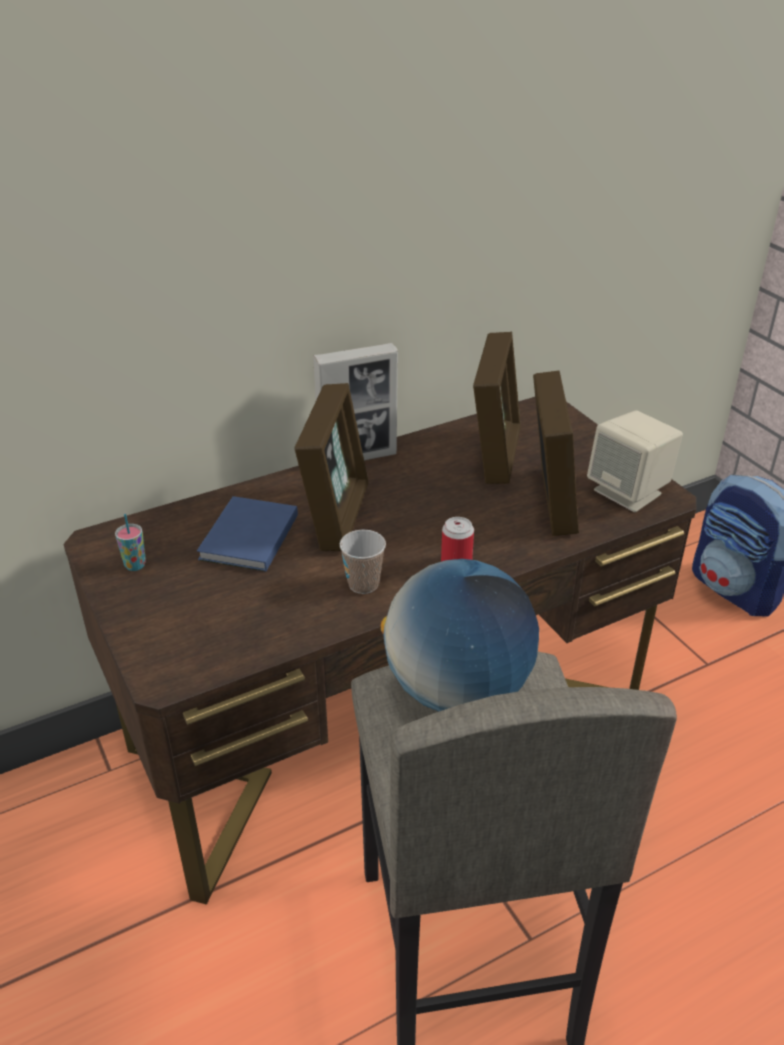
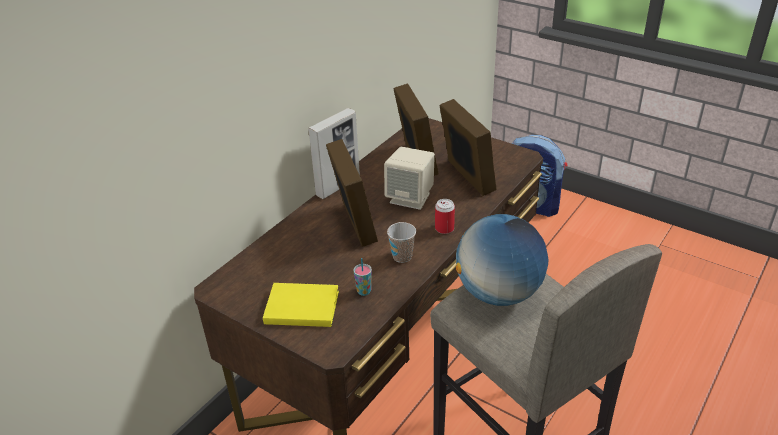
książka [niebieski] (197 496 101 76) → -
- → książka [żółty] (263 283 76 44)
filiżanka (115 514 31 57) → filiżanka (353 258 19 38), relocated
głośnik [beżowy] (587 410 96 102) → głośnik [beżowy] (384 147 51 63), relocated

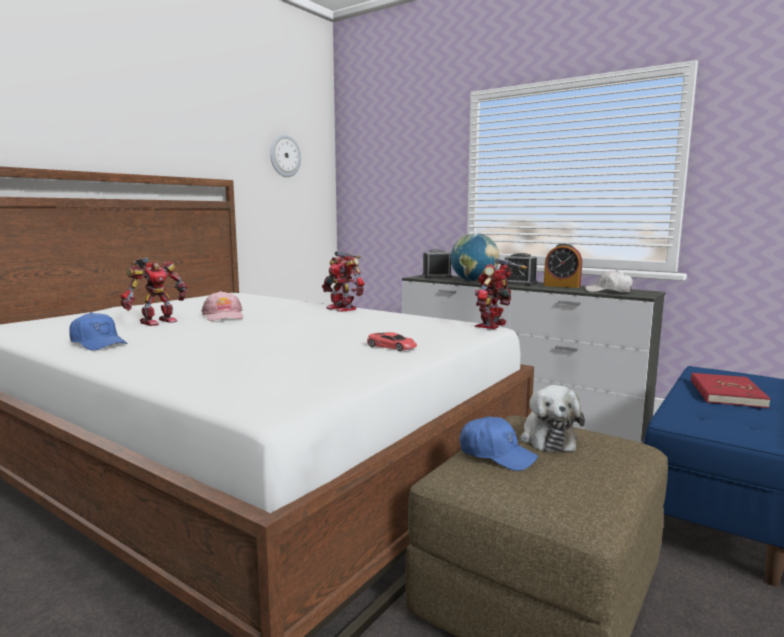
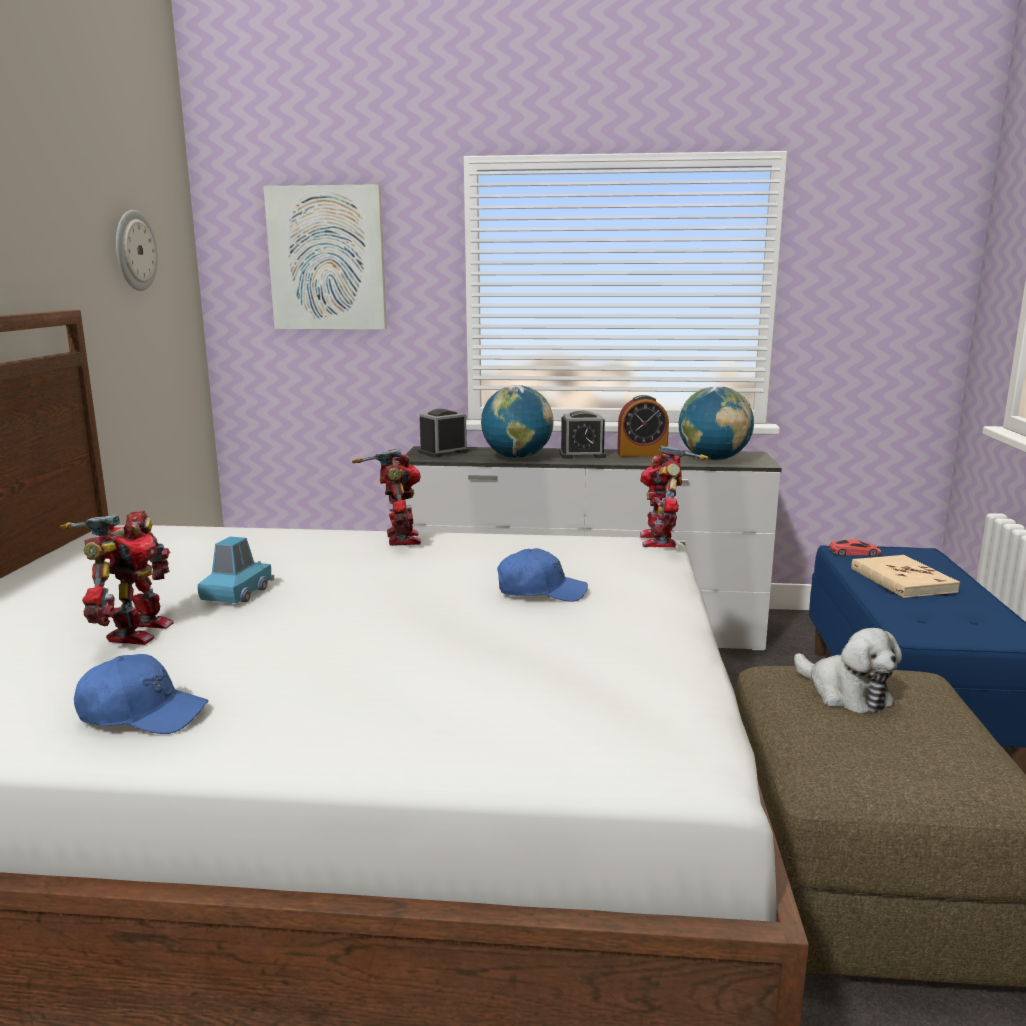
- → obraz (263 184 124 145)
samochodzik [czerwony] (367 332 50 19) → samochodzik [czerwony] (829 539 52 17), relocated
czapka z daszkiem [niebieski] (460 416 78 55) → czapka z daszkiem [niebieski] (497 548 91 54), relocated
czapka z daszkiem [różowy] (201 291 42 30) → samochodzik [niebieski] (198 537 76 66)
czapka z daszkiem [biały] (585 270 48 22) → globus (678 386 76 75)
książka [czerwony] (691 373 80 35) → książka [beżowy] (851 555 109 43)
robot zabawkowy (322 251 43 61) → robot zabawkowy (352 449 69 97), 120 degrees counterclockwise

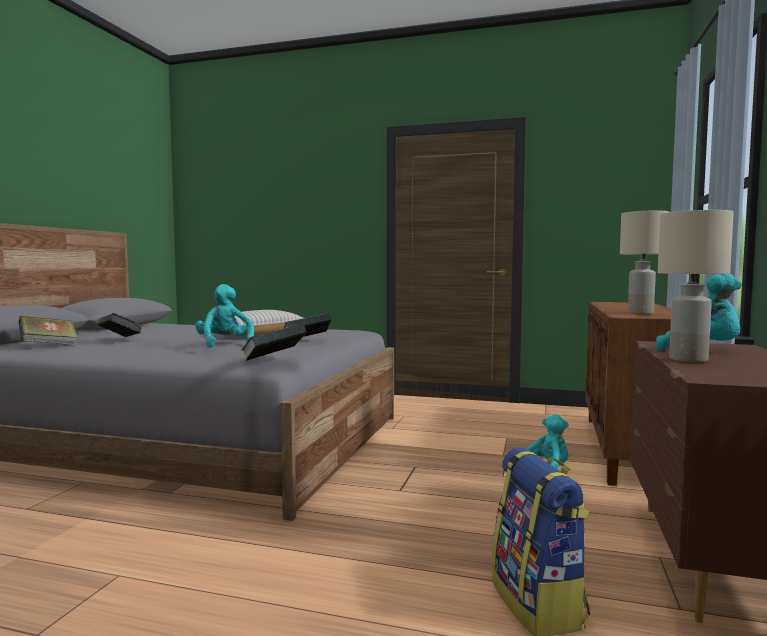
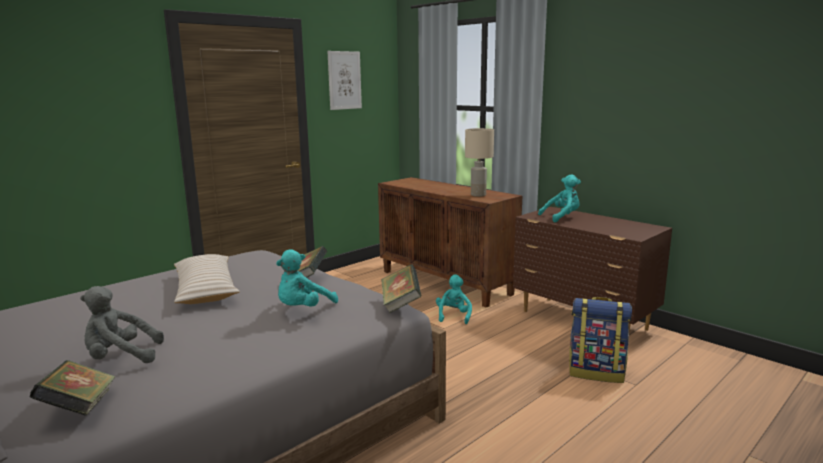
lampa stołowa [beżowy] (658 210 76 152) → -
- → obraz (327 51 35 59)
książka (97 313 47 24) → pluszak [szary] (80 286 84 77)
pluszak [turkusowy] (195 284 59 64) → pluszak [turkusowy] (276 249 62 58), 60 degrees counterclockwise

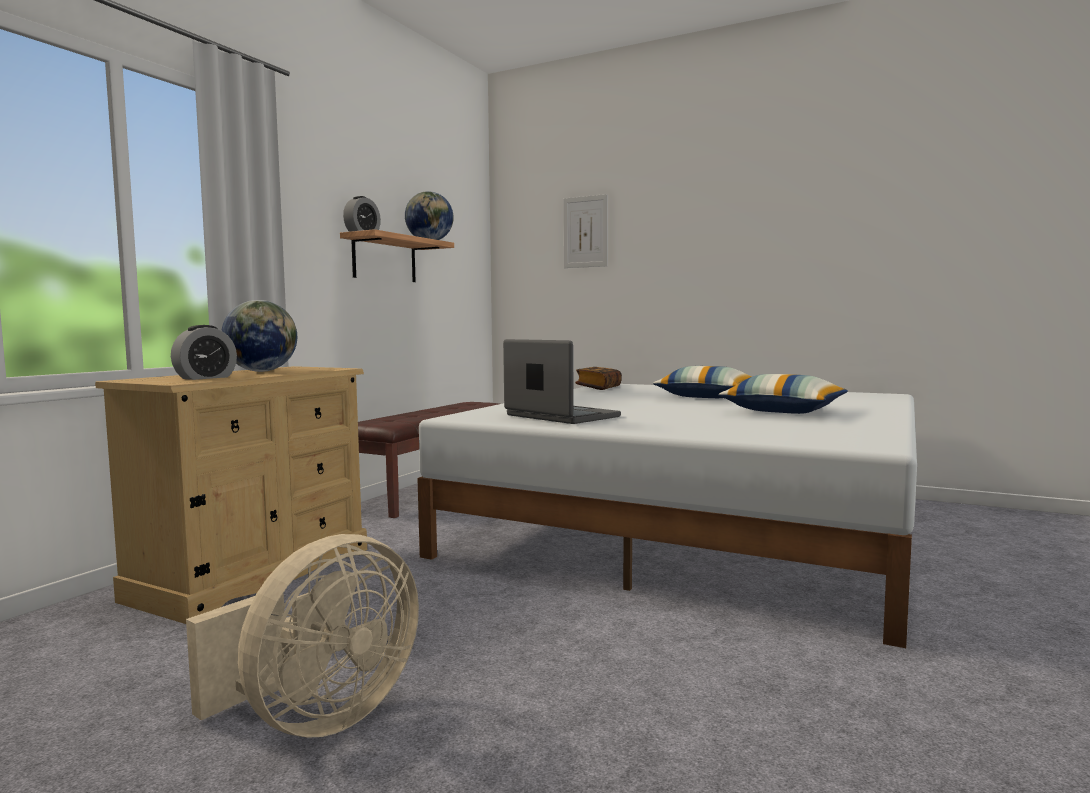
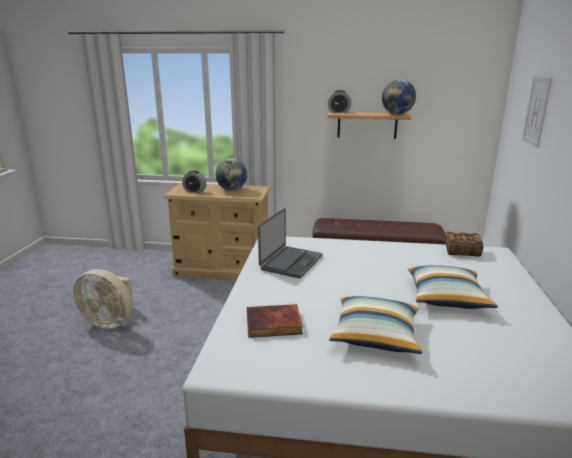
- → książka (247 304 56 34)

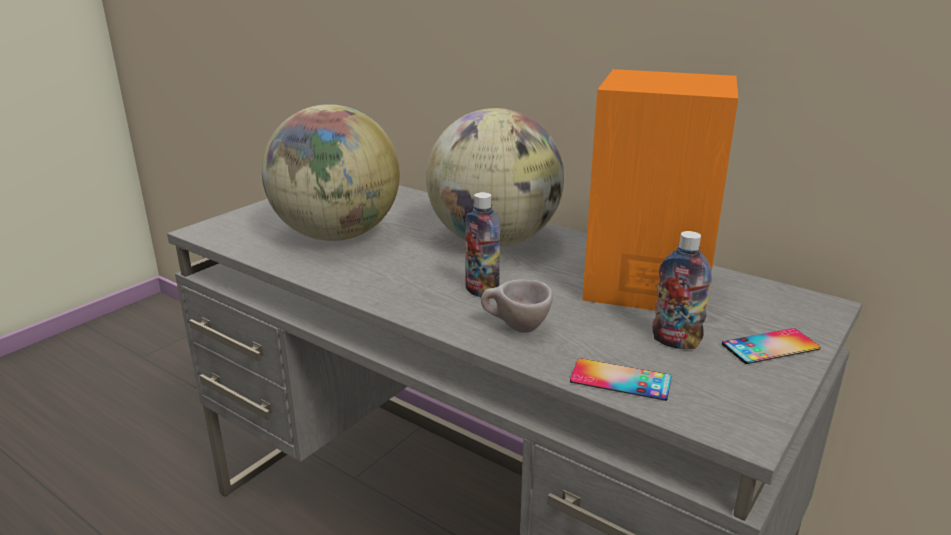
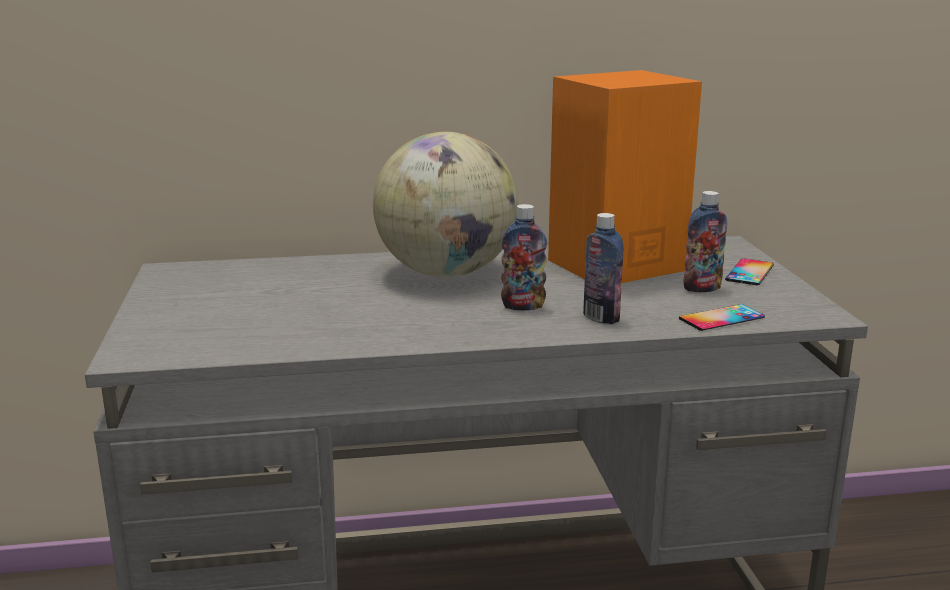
globus (262 104 138 137) → -
filiżanka [beżowy] (481 279 72 54) → butelka (583 213 41 111)

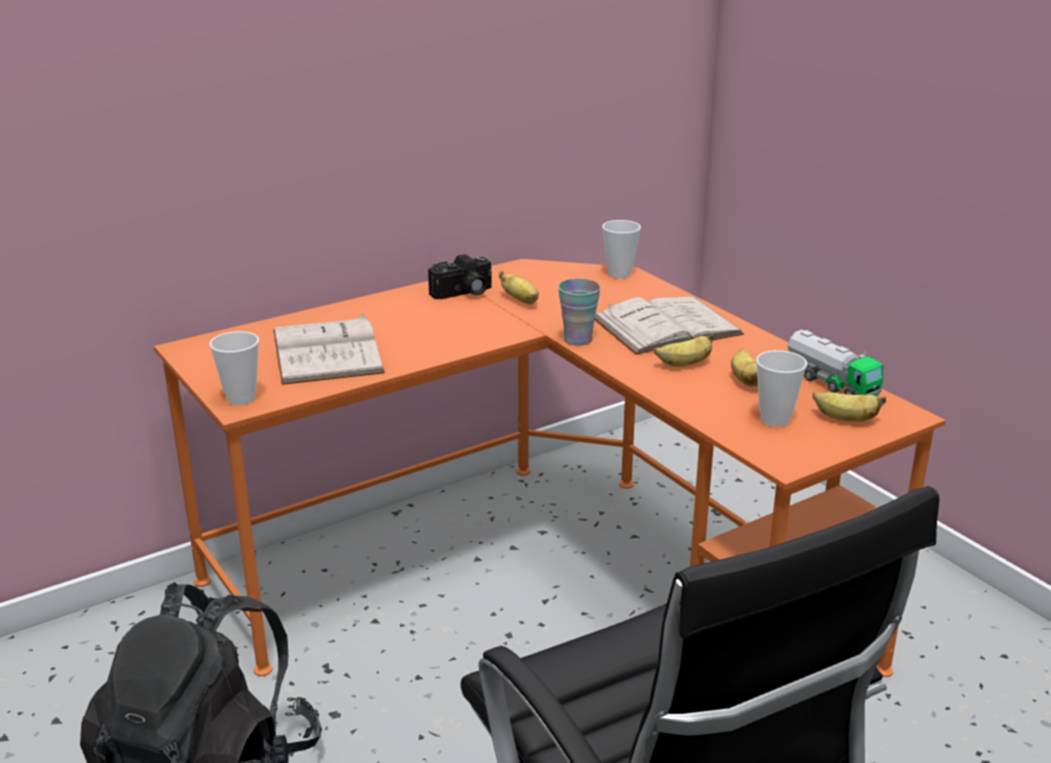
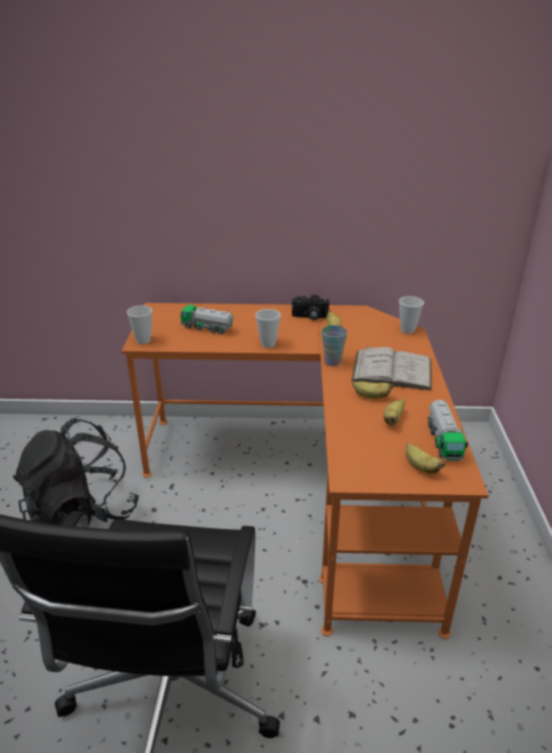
filiżanka (756 350 51 77) → filiżanka (255 309 26 39), relocated
książka [biały] (273 314 112 71) → ciężarówka zabawkowa (181 305 52 30)

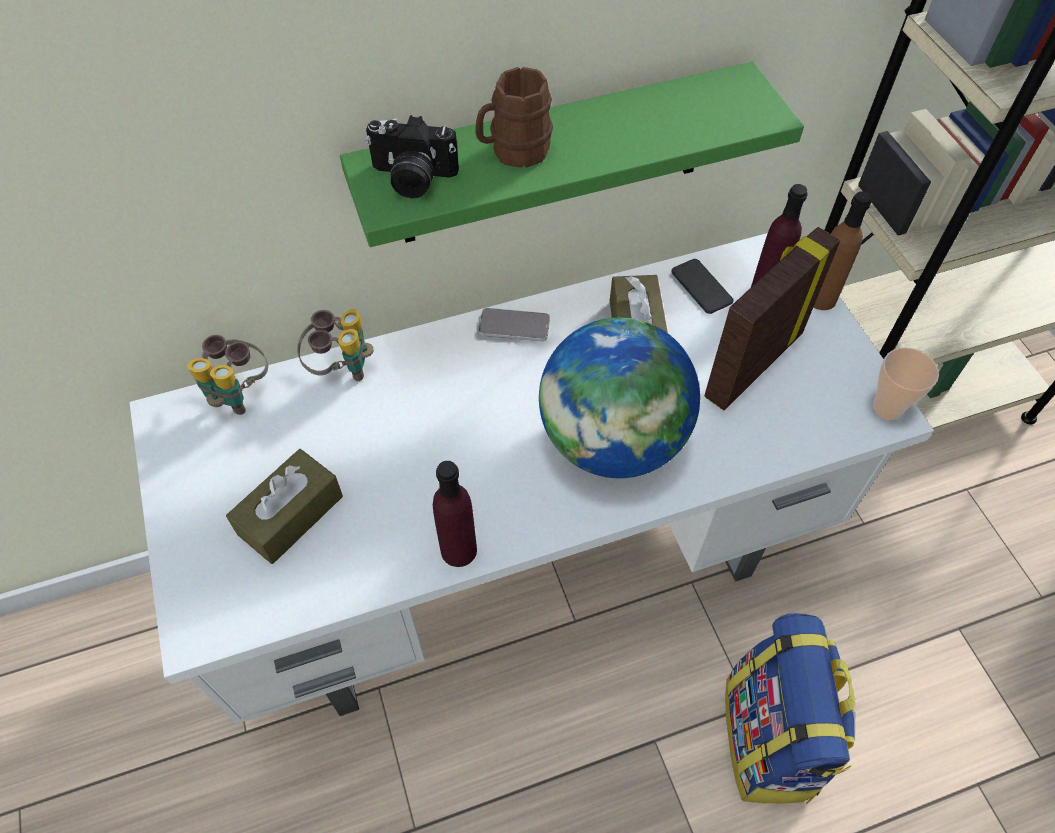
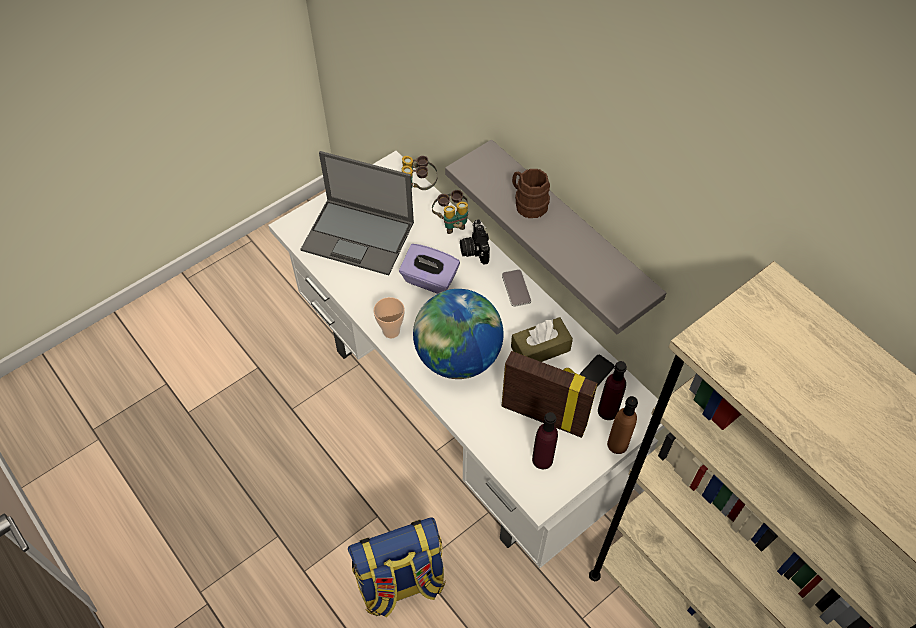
- → pudełko chusteczek [fioletowy] (399 244 61 50)
aparat fotograficzny (365 115 94 83) → aparat fotograficzny (460 220 30 44), relocated
butelka [fioletowy] (433 461 44 106) → butelka [fioletowy] (532 412 26 57), relocated
filiżanka (873 347 66 73) → filiżanka (374 297 31 41), relocated
pudełko chusteczek [brązowy] (226 449 117 115) → laptop (301 151 113 124)
półka [zielony] (340 62 464 185) → półka [szary] (445 140 221 194)

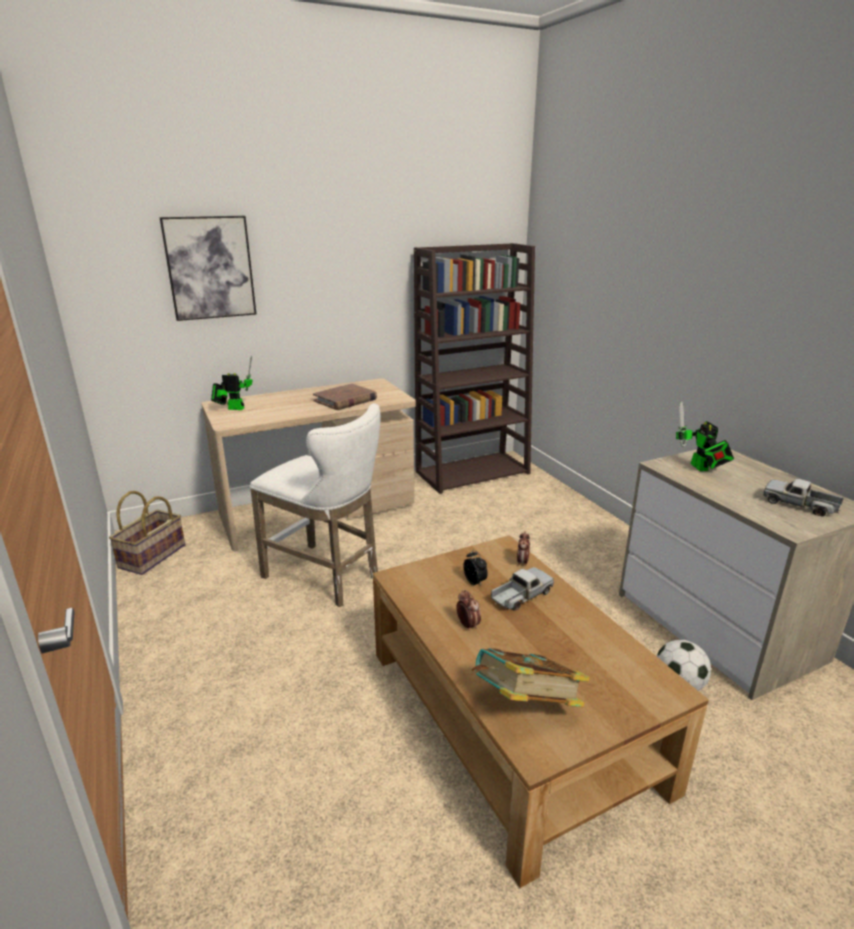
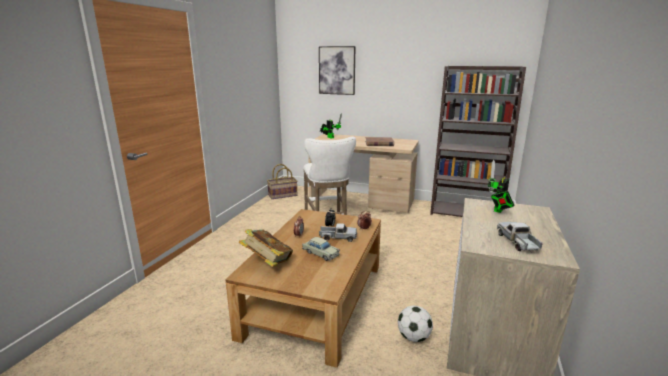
- → samochodzik [beżowy] (302 237 38 24)

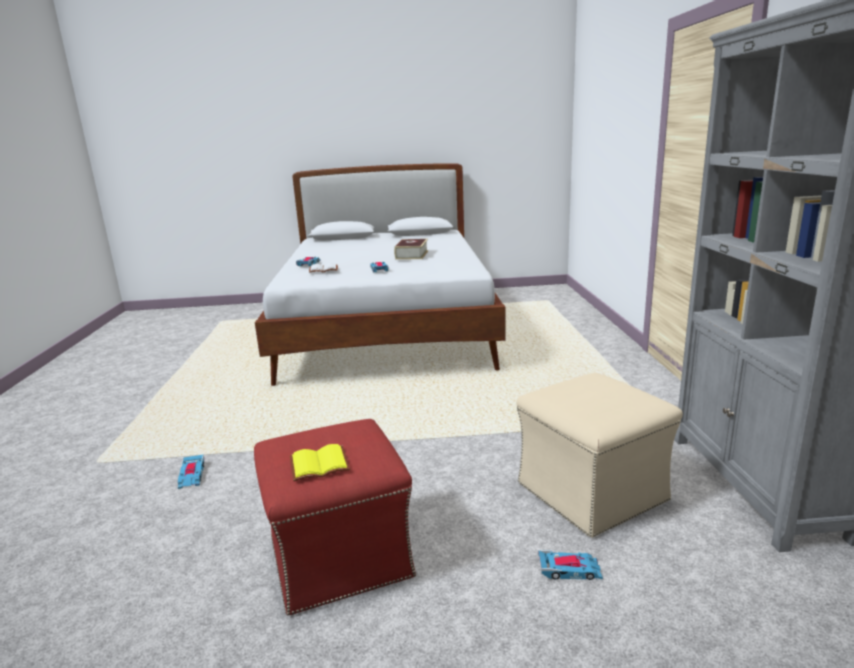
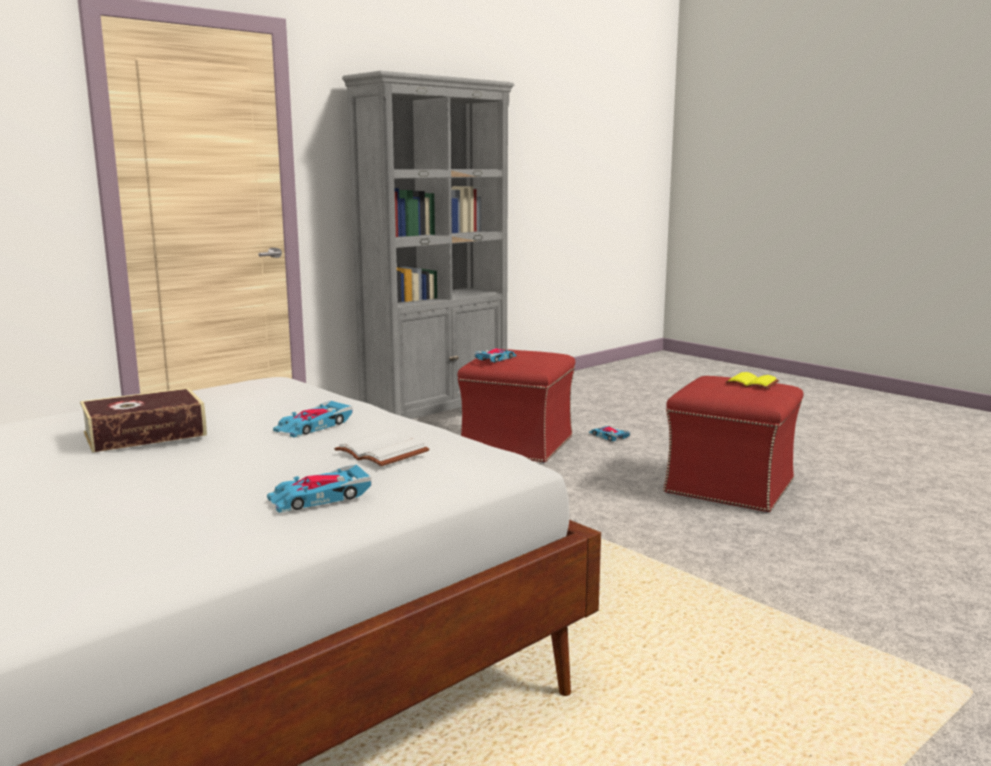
samochodzik (178 454 26 35) → samochodzik (475 348 41 14), relocated
pufa [beżowy] (517 373 166 165) → pufa [czerwony] (457 349 118 114)

